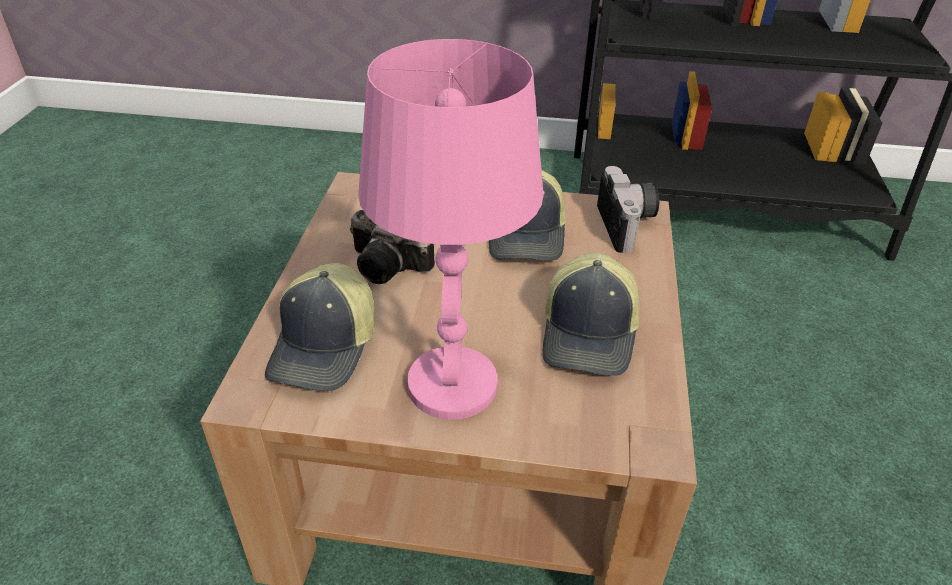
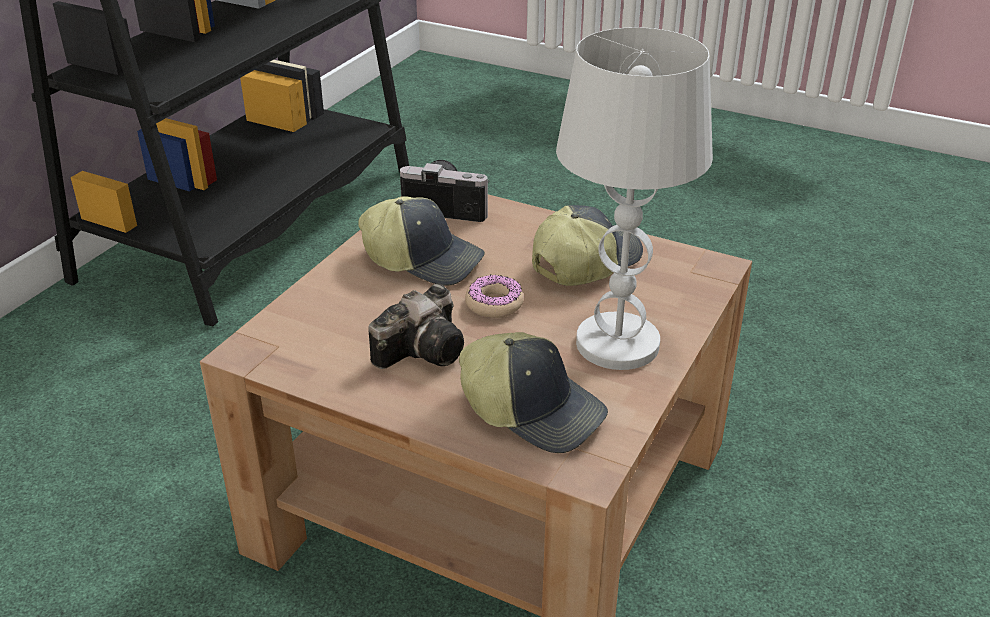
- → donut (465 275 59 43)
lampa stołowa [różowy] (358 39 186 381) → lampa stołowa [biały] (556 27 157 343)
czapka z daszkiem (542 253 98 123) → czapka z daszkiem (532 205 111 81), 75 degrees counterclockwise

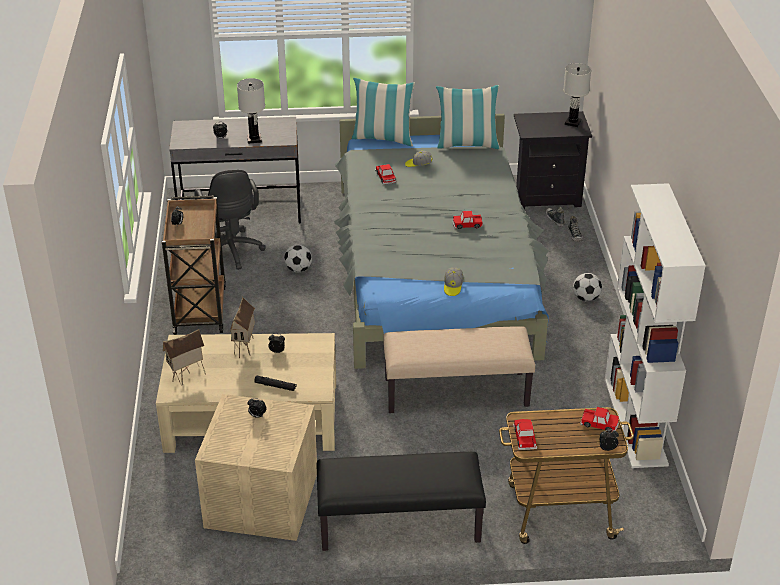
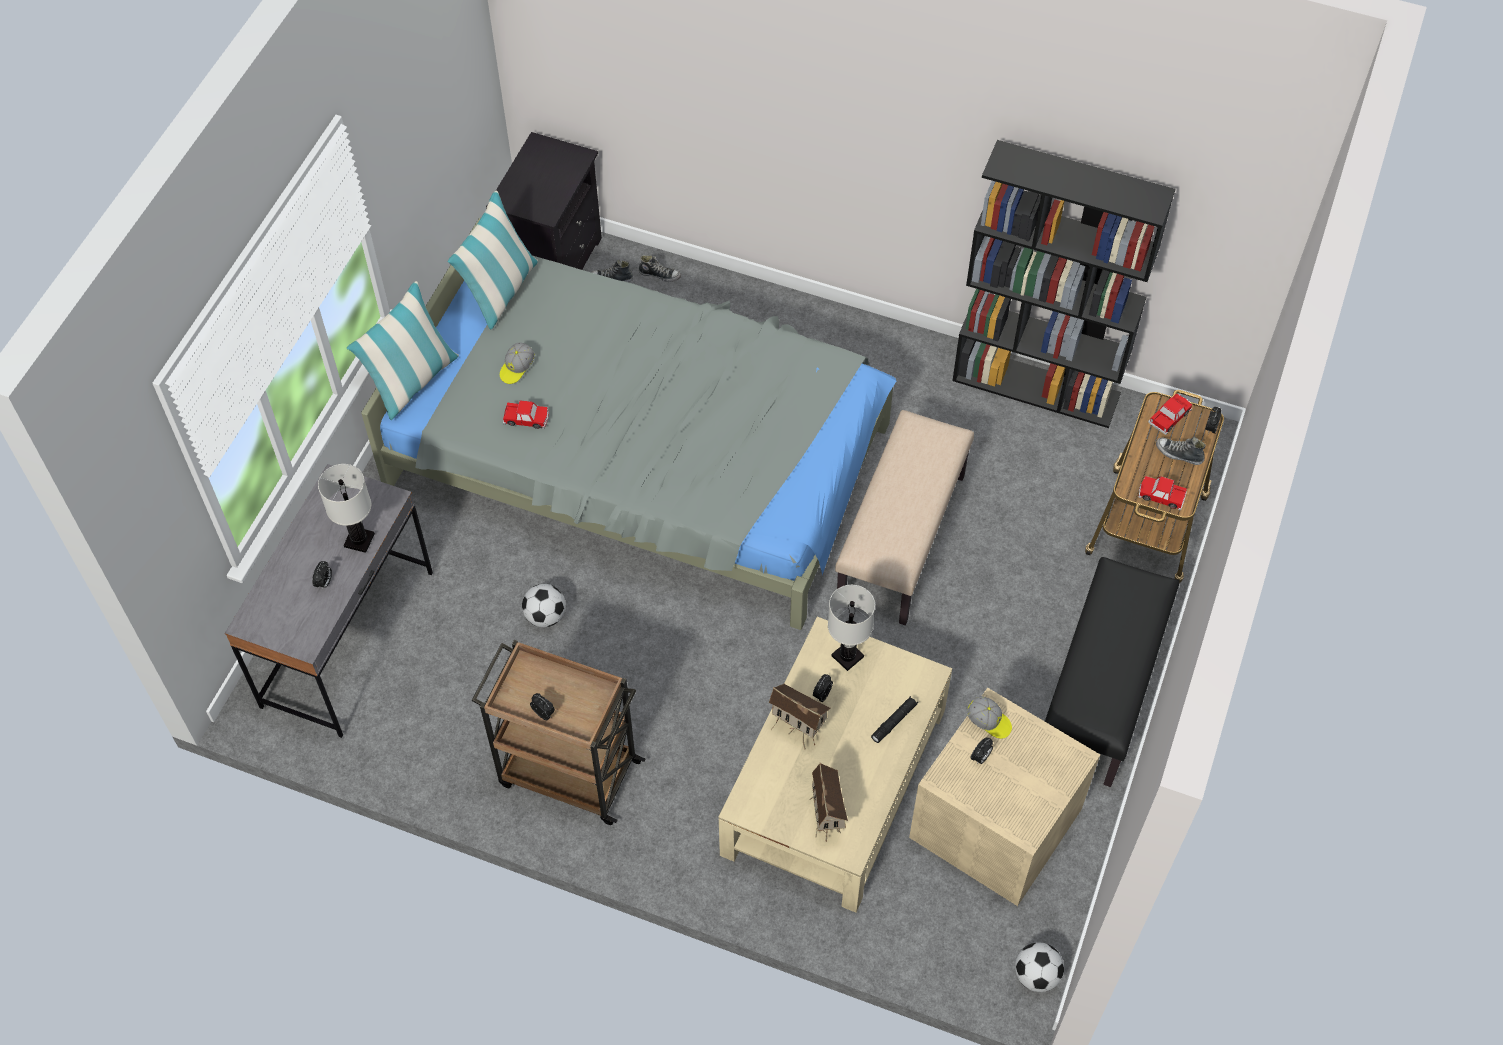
krzesło biurowe [czarny] (194 170 72 100) → -
samochodzik (453 211 30 18) → -
- → but (1156 437 50 28)
czapka z daszkiem (444 267 19 29) → czapka z daszkiem (967 696 45 43), relocated
lampa stołowa [biały] (563 63 28 64) → lampa stołowa [biały] (828 585 47 86), relocated
piłka futbolowa (573 273 29 29) → piłka futbolowa (1015 942 49 50), relocated
regał [biały] (605 183 101 285) → regał [czarny] (952 140 223 288)

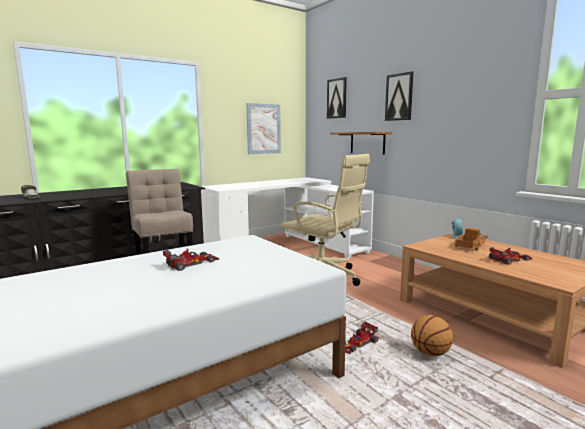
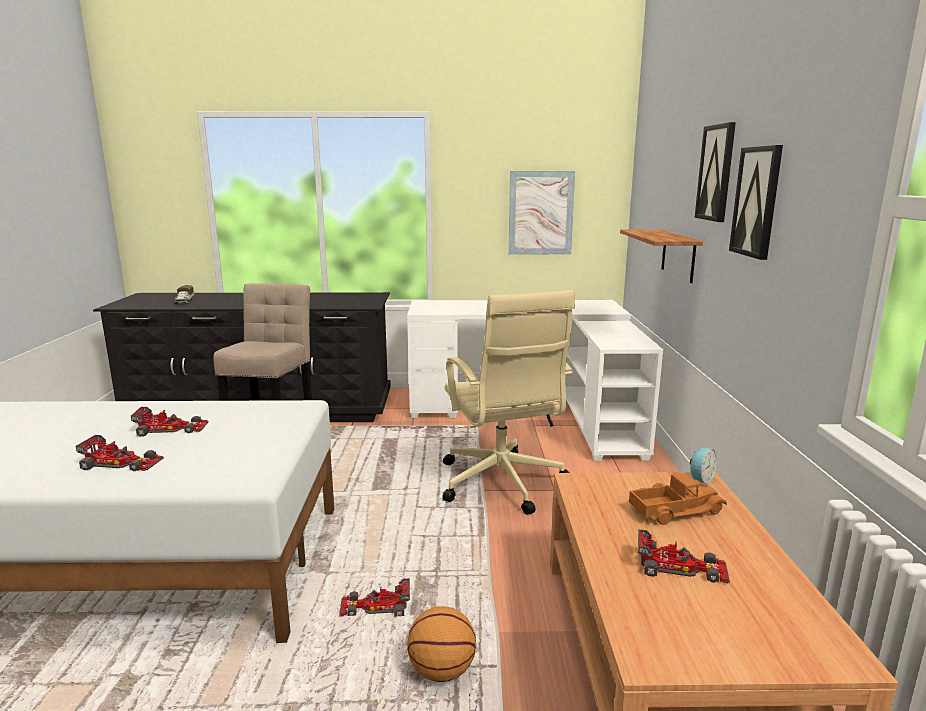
- → samochodzik (76 435 88 36)
obraz (327 77 20 42) → obraz (729 145 54 115), relocated

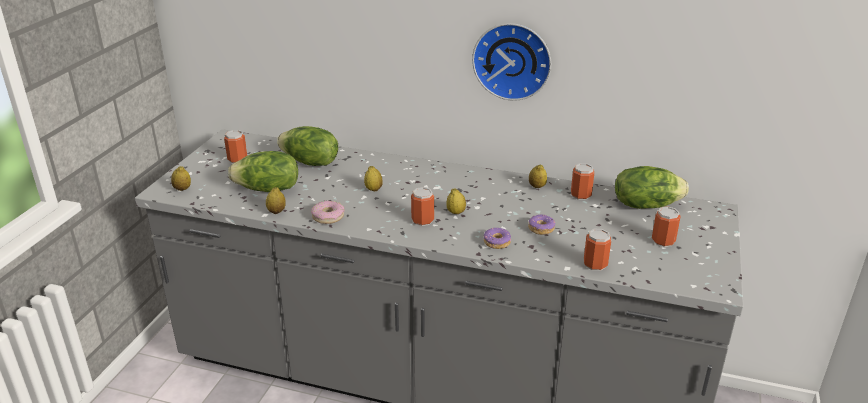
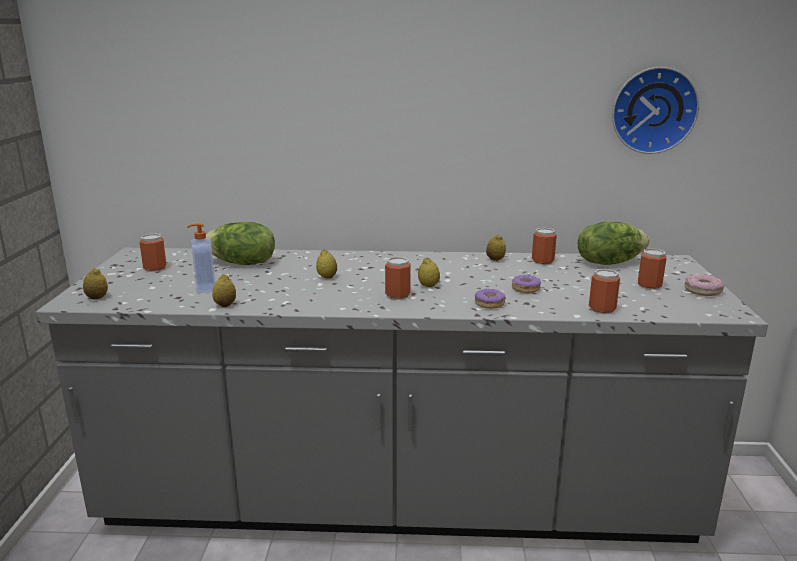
donut (311 201 33 23) → donut (685 274 39 22), relocated
zegar ścienny (472 23 79 78) → zegar ścienny (612 67 87 87), relocated
sałata (228 151 70 41) → dozownik mydła (187 223 28 71)

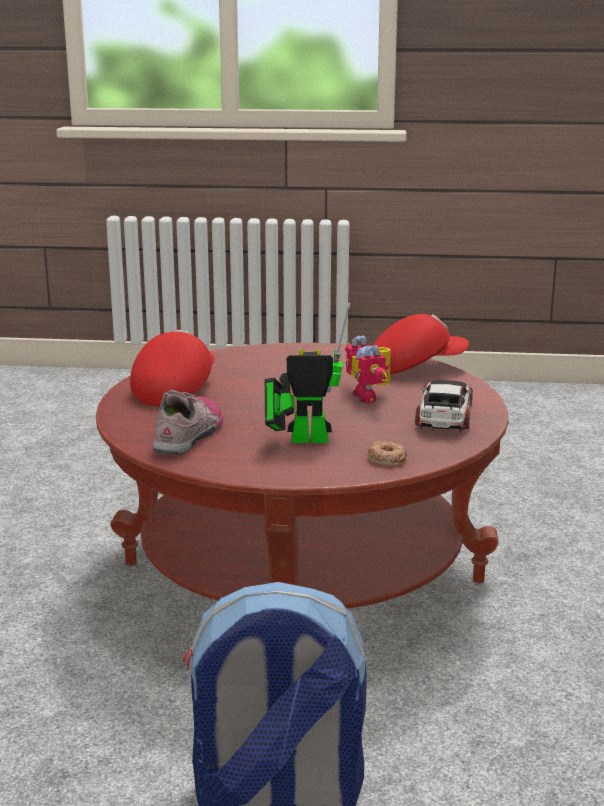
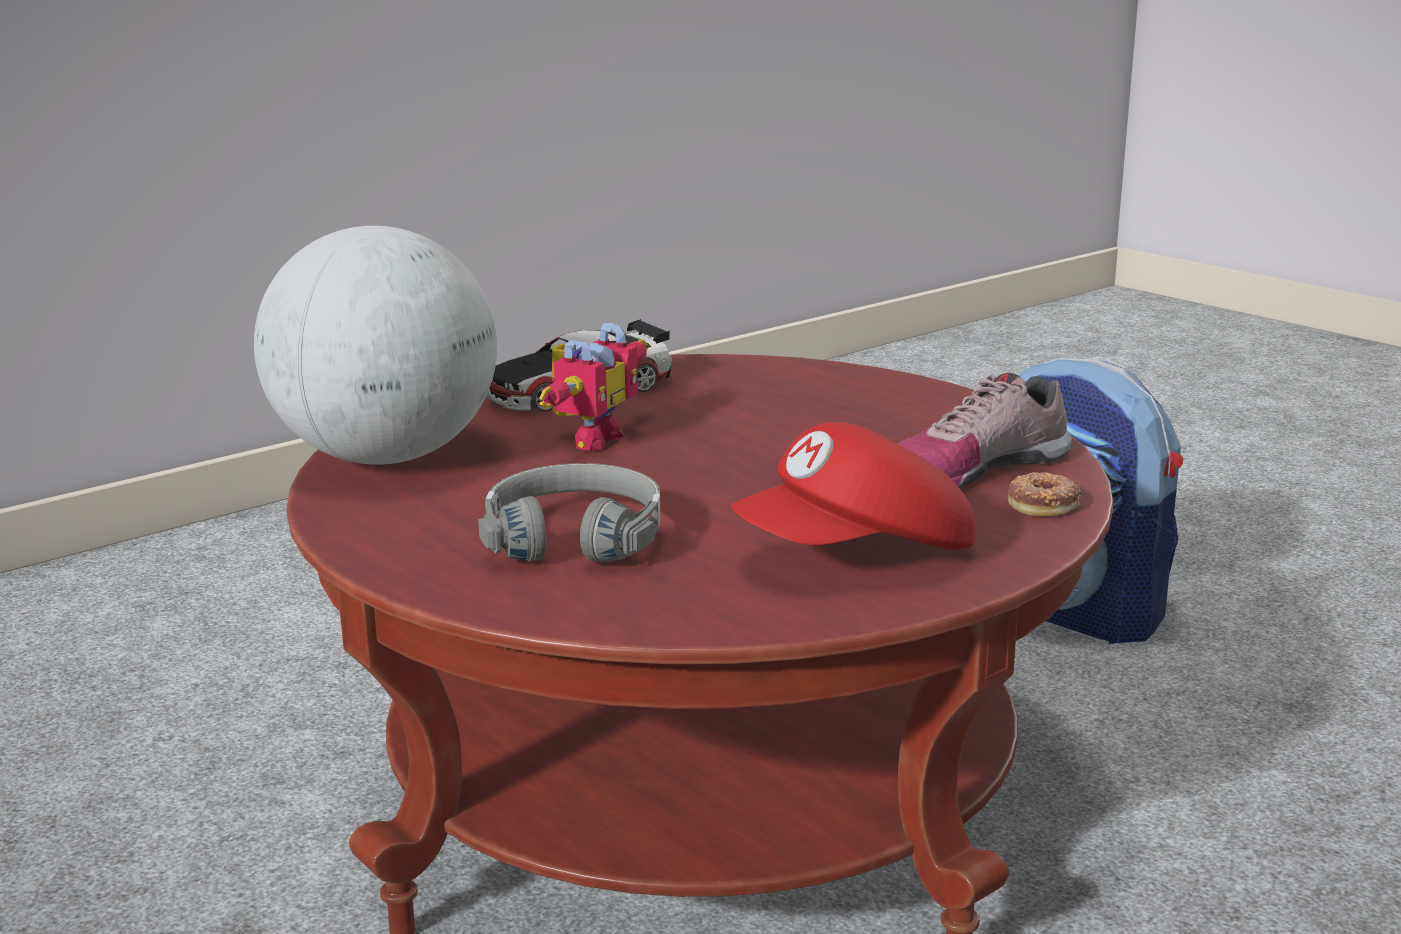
robot zabawkowy (265 302 85 141) → -
- → słuchawki [szary] (478 463 183 100)
donut (367 440 40 26) → donut (1008 472 74 44), relocated
czapka z daszkiem [czerwony] (372 314 97 60) → globus (254 226 243 239)

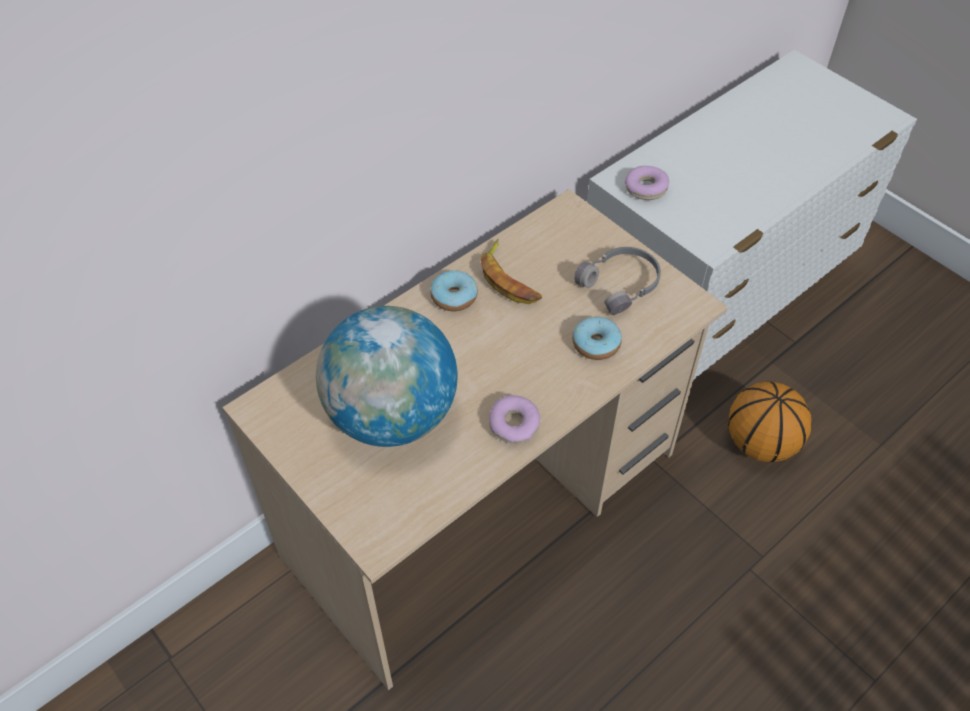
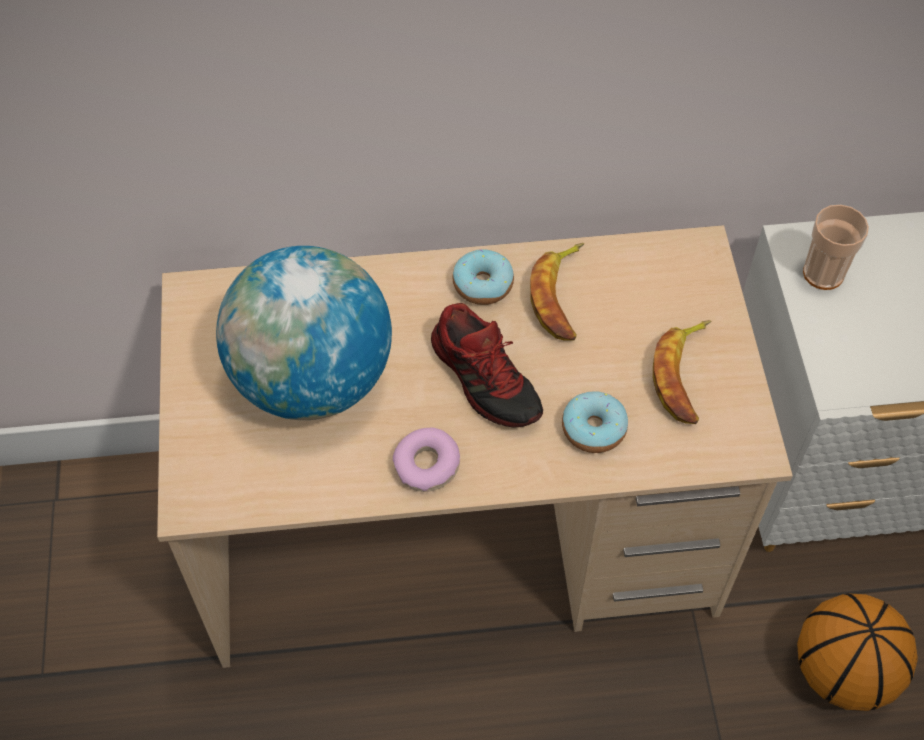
- → but (431 303 112 125)
słuchawki [szary] (574 247 87 68) → banan (653 320 58 104)
donut (625 166 44 34) → filiżanka (803 205 66 85)

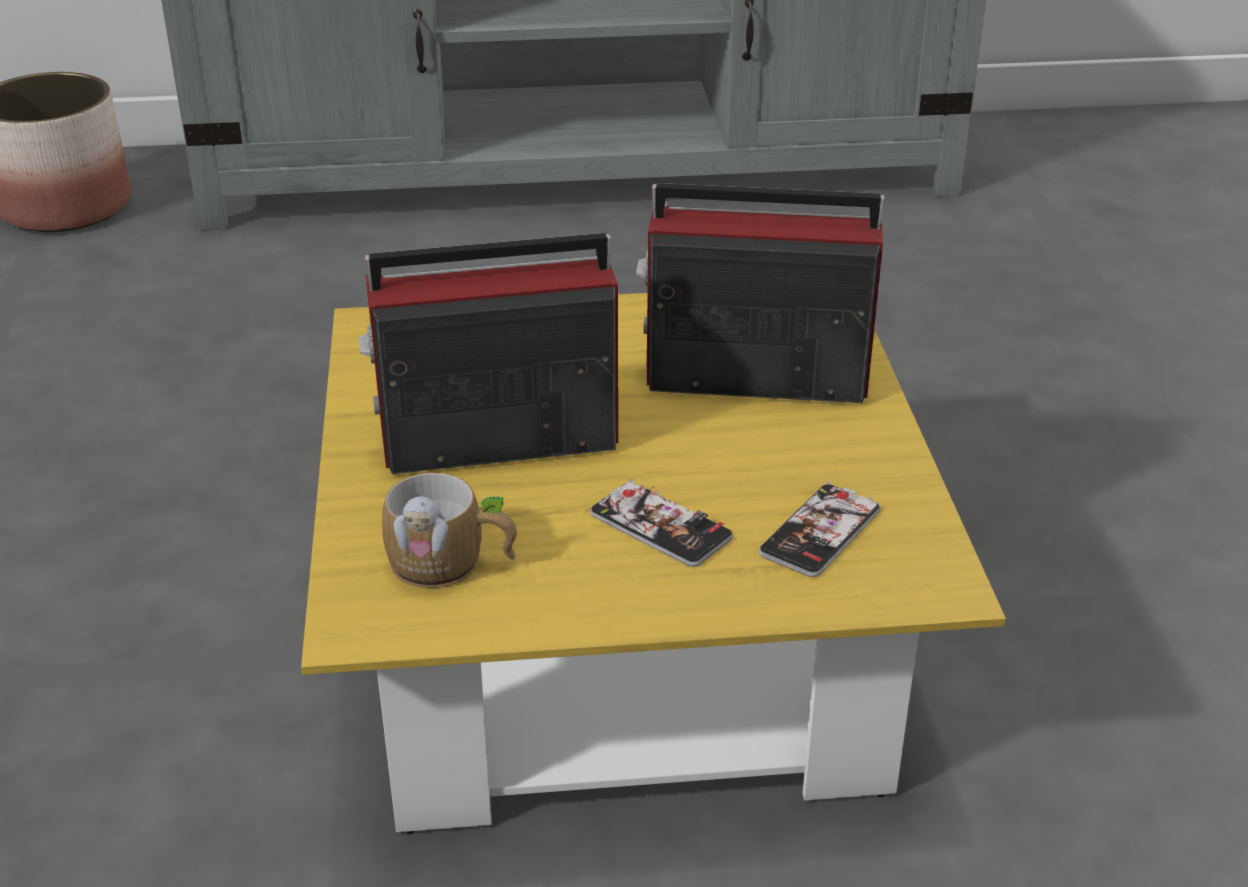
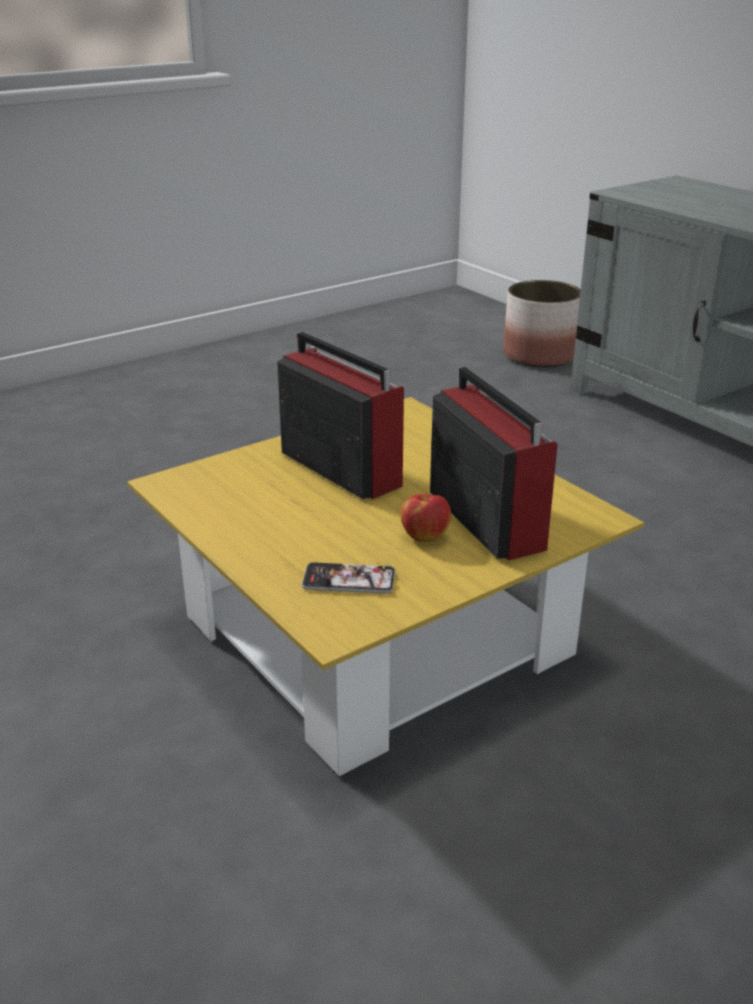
kubek (382 473 135 115) → -
telefon (590 479 143 88) → -
- → jabłko (400 494 51 48)

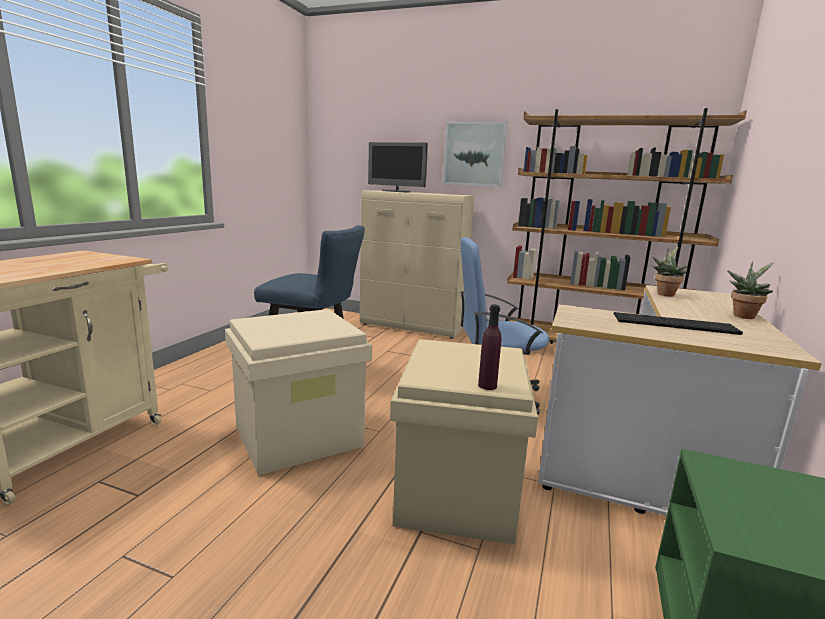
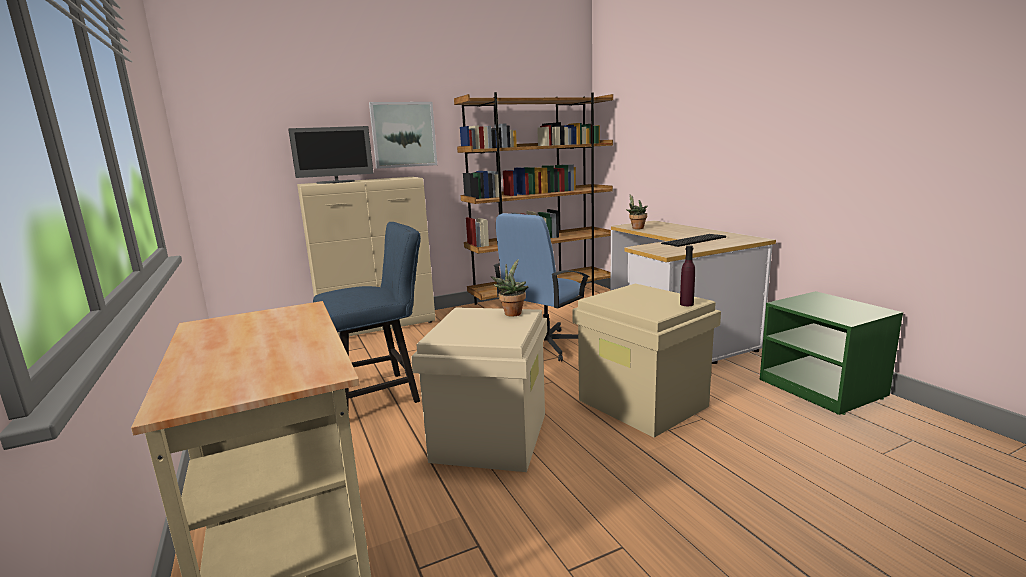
roślina doniczkowa (727 262 47 57) → roślina doniczkowa (491 259 37 57), relocated

